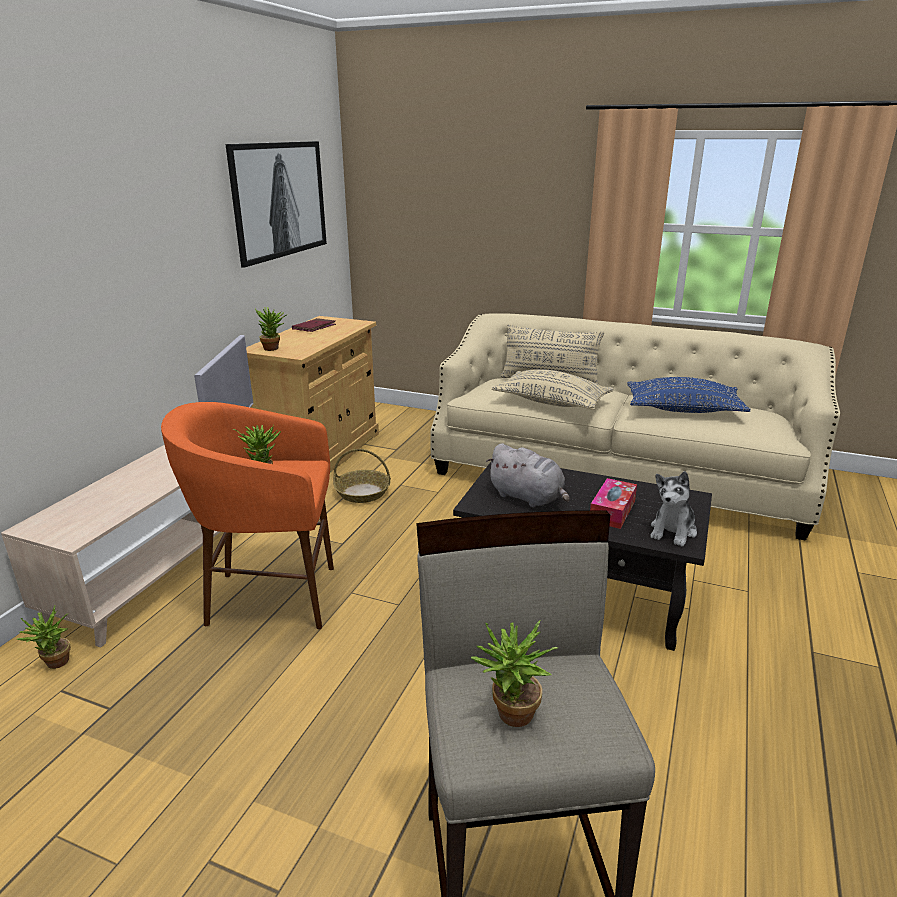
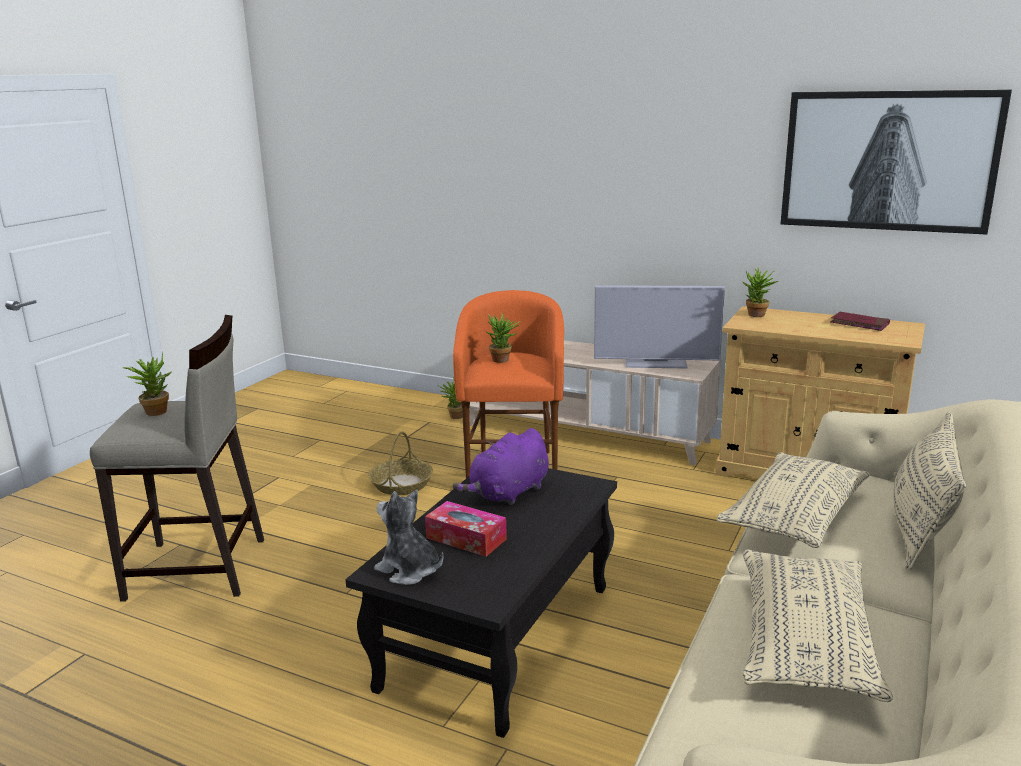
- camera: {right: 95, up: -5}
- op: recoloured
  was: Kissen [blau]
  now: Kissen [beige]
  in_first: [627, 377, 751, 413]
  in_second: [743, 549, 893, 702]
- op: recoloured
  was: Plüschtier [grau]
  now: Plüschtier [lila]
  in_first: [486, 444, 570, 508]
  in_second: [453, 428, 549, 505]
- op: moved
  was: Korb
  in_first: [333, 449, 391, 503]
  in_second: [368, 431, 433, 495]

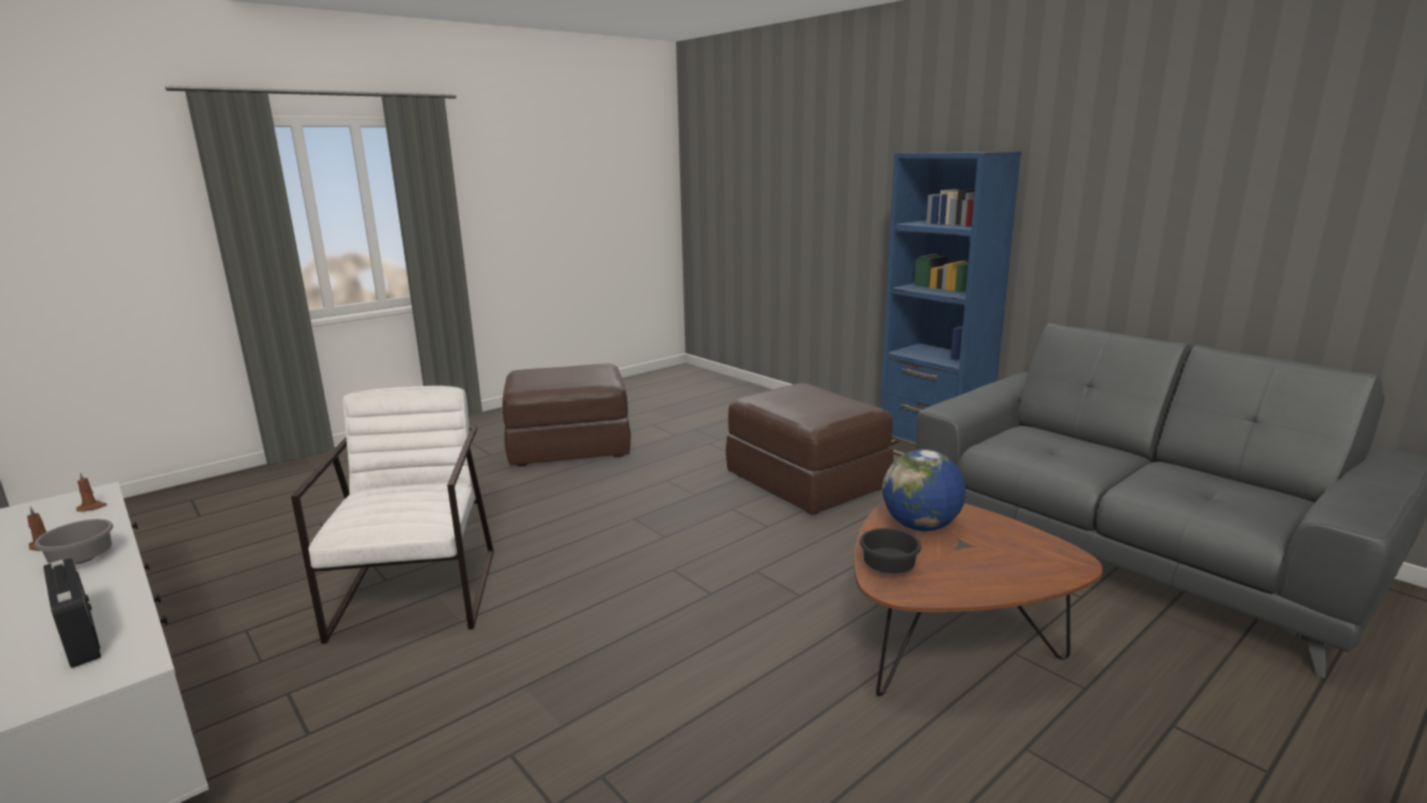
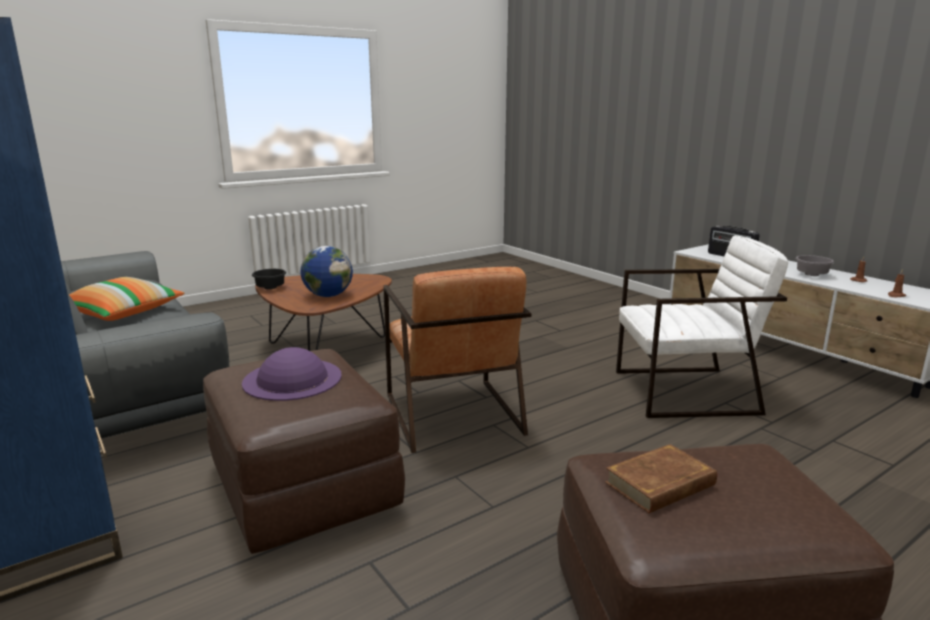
- camera: {right: -175, up: 0}
- op: turned
  was: Sessel [weiß]
  in_first: [291, 386, 494, 644]
  in_second: [616, 235, 788, 418]
  clockwise: -90
- op: moved
  was: Schüssel [schwarz]
  in_first: [860, 528, 922, 573]
  in_second: [252, 269, 286, 289]
- op: added
  now: Sessel [braun]
  in_second: [383, 267, 531, 453]
- op: added
  now: Kissen
  in_second: [69, 277, 185, 321]
- op: added
  now: Hut [lila]
  in_second: [242, 347, 342, 401]
- op: added
  now: Buch [braun]
  in_second: [605, 444, 717, 513]

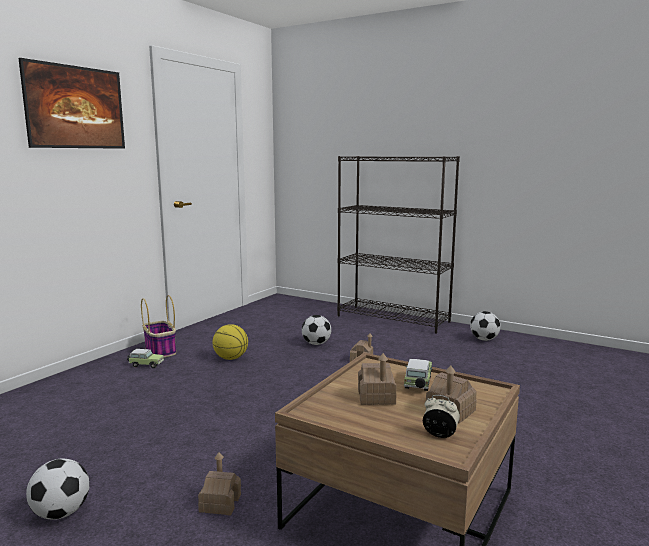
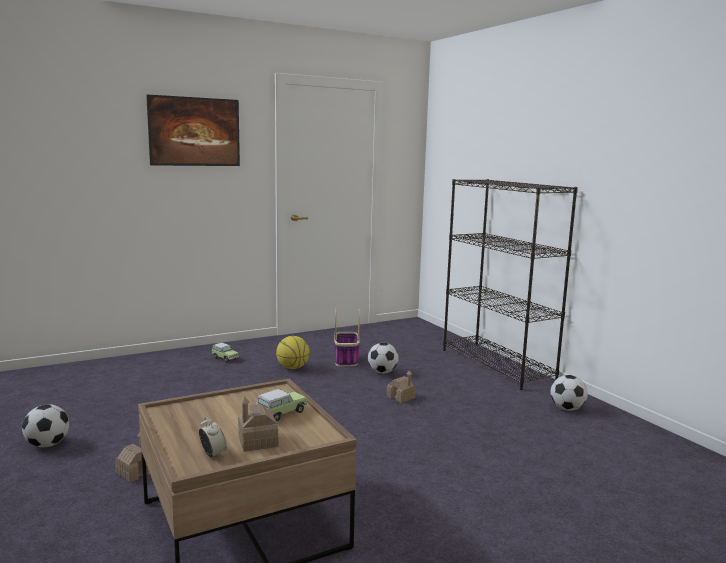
- camera: {right: 30, up: 0}
- op: moved
  was: Korb
  in_first: [141, 295, 176, 358]
  in_second: [334, 309, 360, 367]
- op: removed
  was: Spielzeughaus
  in_first: [358, 353, 396, 405]

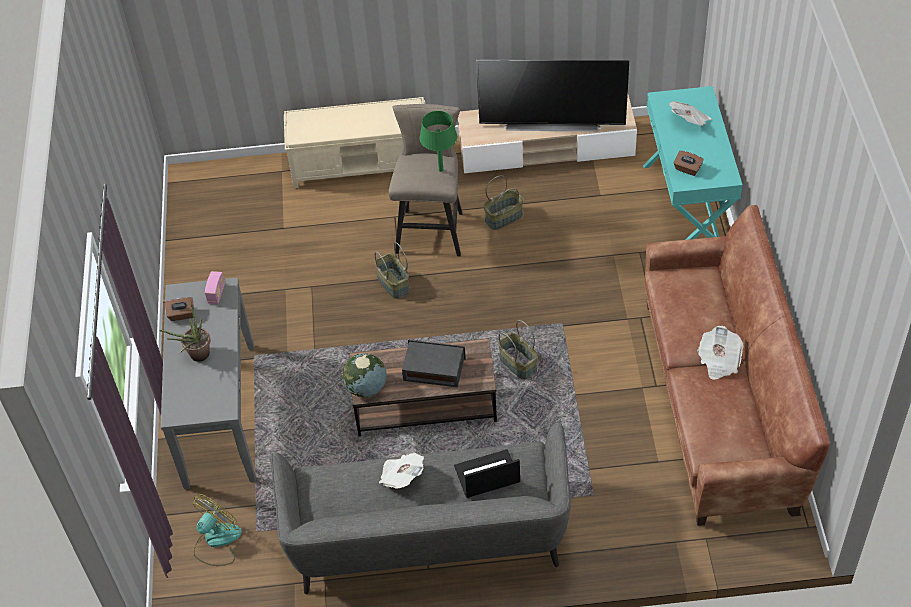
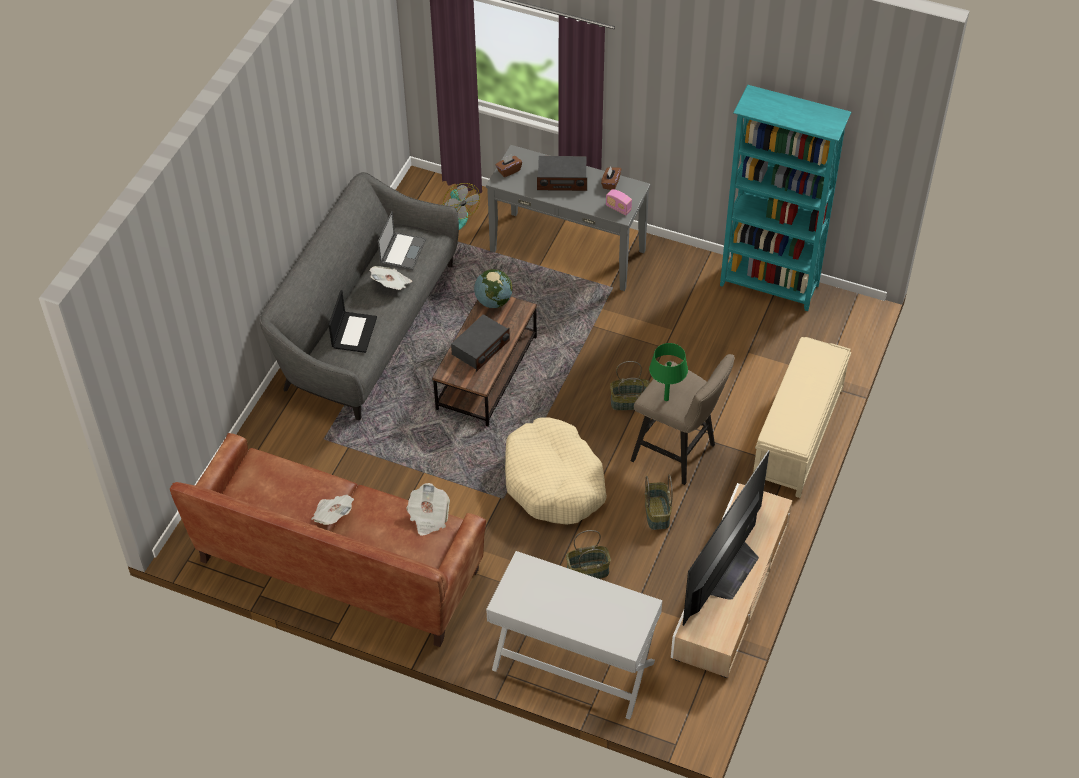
- camera: {right: 115, up: 0}
- op: recoloured
  was: Konsolentisch [türkis]
  now: Konsolentisch [weiß]
  in_first: [643, 86, 742, 240]
  in_second: [486, 551, 663, 720]
- op: moved
  was: Zeitung
  in_first: [669, 101, 711, 126]
  in_second: [407, 483, 450, 536]
- op: moved
  was: Taschentuchbox [braun]
  in_first: [674, 151, 704, 176]
  in_second: [495, 154, 522, 177]
- op: replaced
  was: Topfpflanze
  now: Radio
  in_first: [159, 302, 211, 362]
  in_second: [537, 156, 587, 191]
- op: moved
  was: Korb
  in_first: [498, 320, 538, 380]
  in_second: [566, 530, 611, 579]
- op: added
  now: Bücherregal [türkis]
  in_second: [720, 85, 851, 311]
- op: added
  now: Laptop
  in_second: [378, 211, 426, 270]
- op: added
  now: Hundebett [beige]
  in_second: [505, 417, 607, 525]

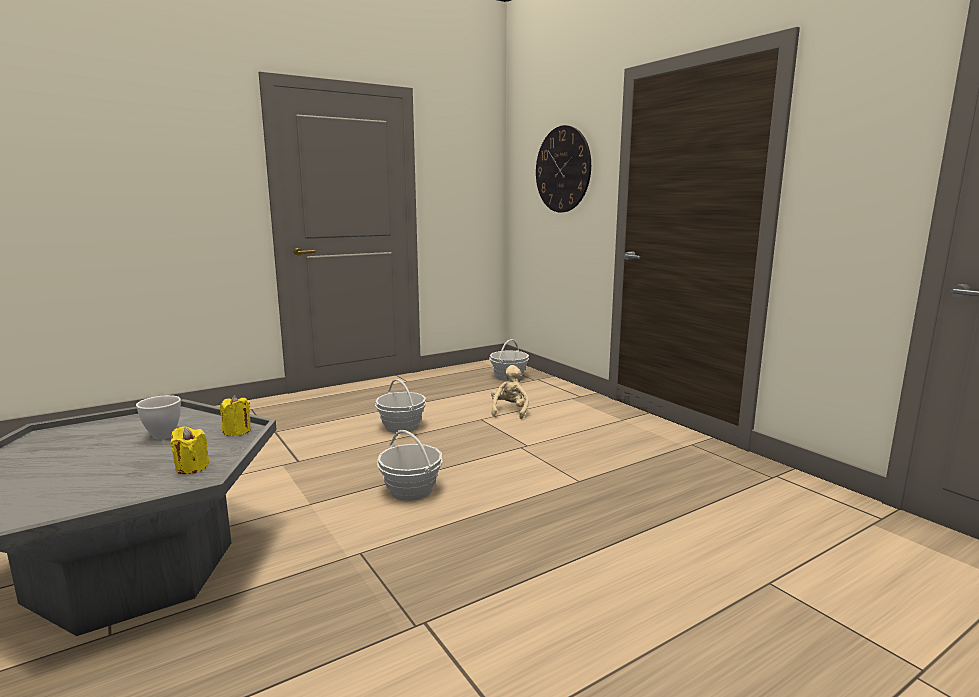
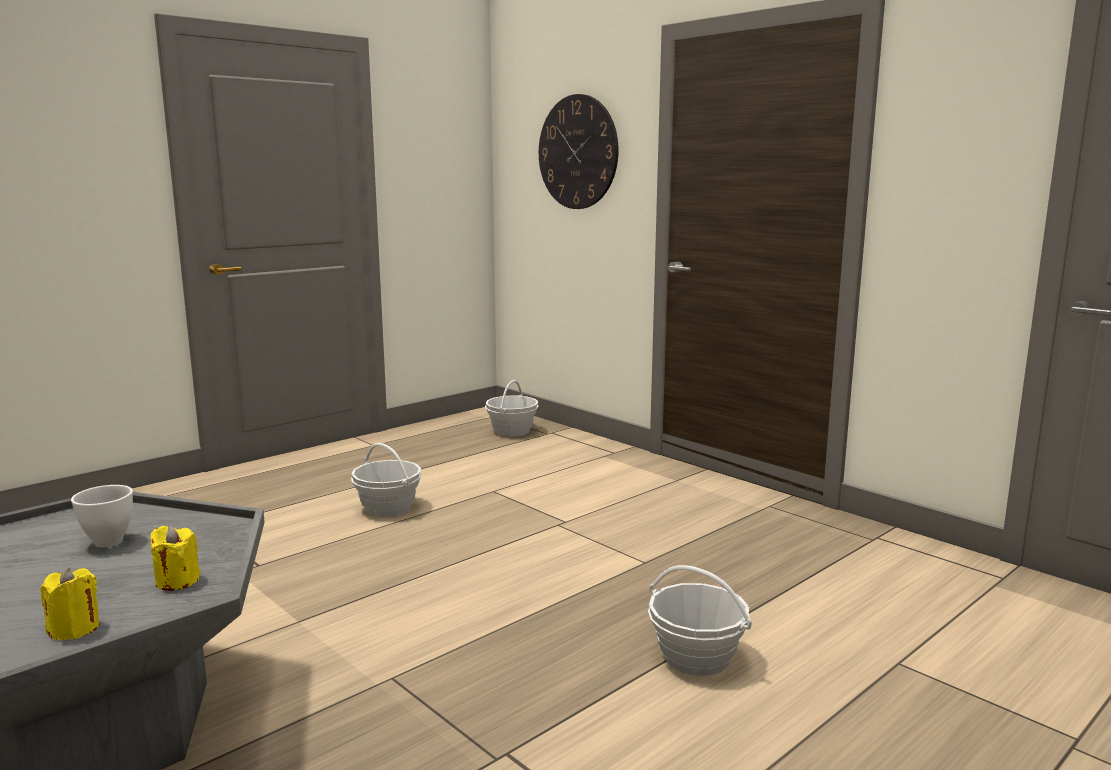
- camera: {right: -10, up: 0}
- op: removed
  was: Plüschtier [beige]
  in_first: [491, 365, 529, 419]
- op: moved
  was: Kerze [gelb]
  in_first: [220, 395, 251, 436]
  in_second: [40, 567, 99, 640]
- op: moved
  was: Korb
  in_first: [377, 430, 443, 501]
  in_second: [648, 565, 752, 676]

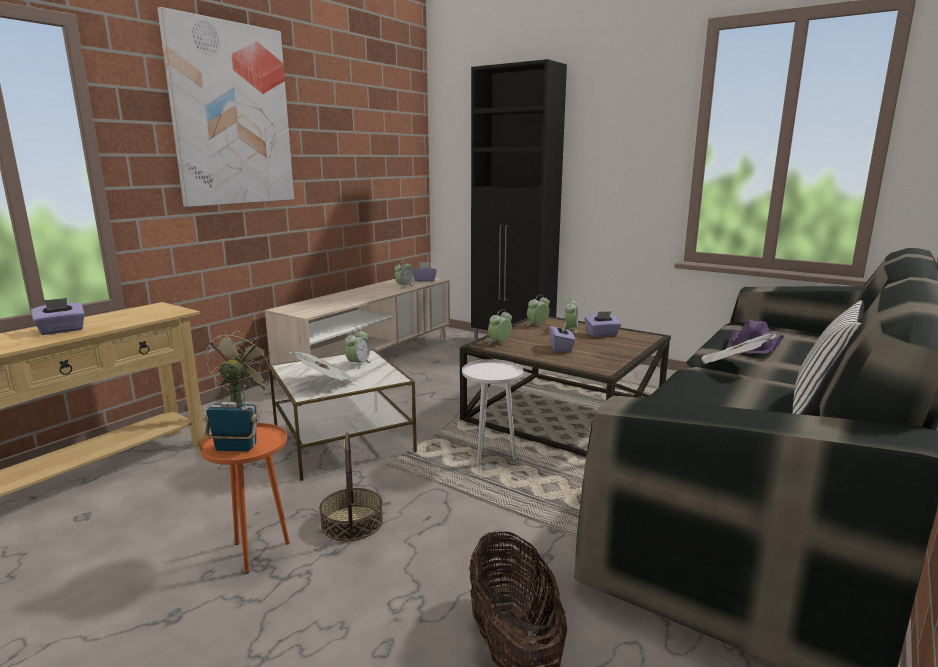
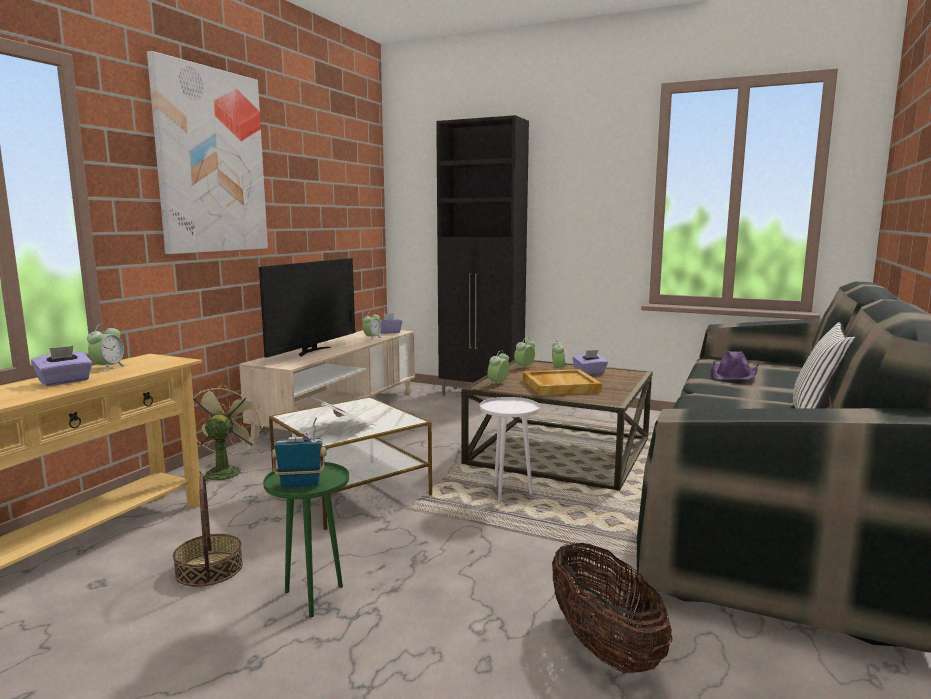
- camera: {right: -10, up: -5}
- op: replaced
  was: Taschentuchbox [lila]
  now: Tablett [beige]
  in_first: [549, 322, 575, 352]
  in_second: [523, 369, 602, 395]
- op: moved
  was: Wecker
  in_first: [345, 328, 371, 369]
  in_second: [87, 324, 127, 372]
- op: removed
  was: Zeitung
  in_first: [702, 333, 776, 364]
- op: recoloured
  was: Beistelltisch [orange]
  now: Beistelltisch [grün]
  in_first: [200, 423, 290, 574]
  in_second: [263, 462, 349, 617]
- op: moved
  was: Korb
  in_first: [319, 433, 383, 541]
  in_second: [173, 474, 243, 587]
- op: added
  now: Fernseher
  in_second: [259, 258, 355, 358]

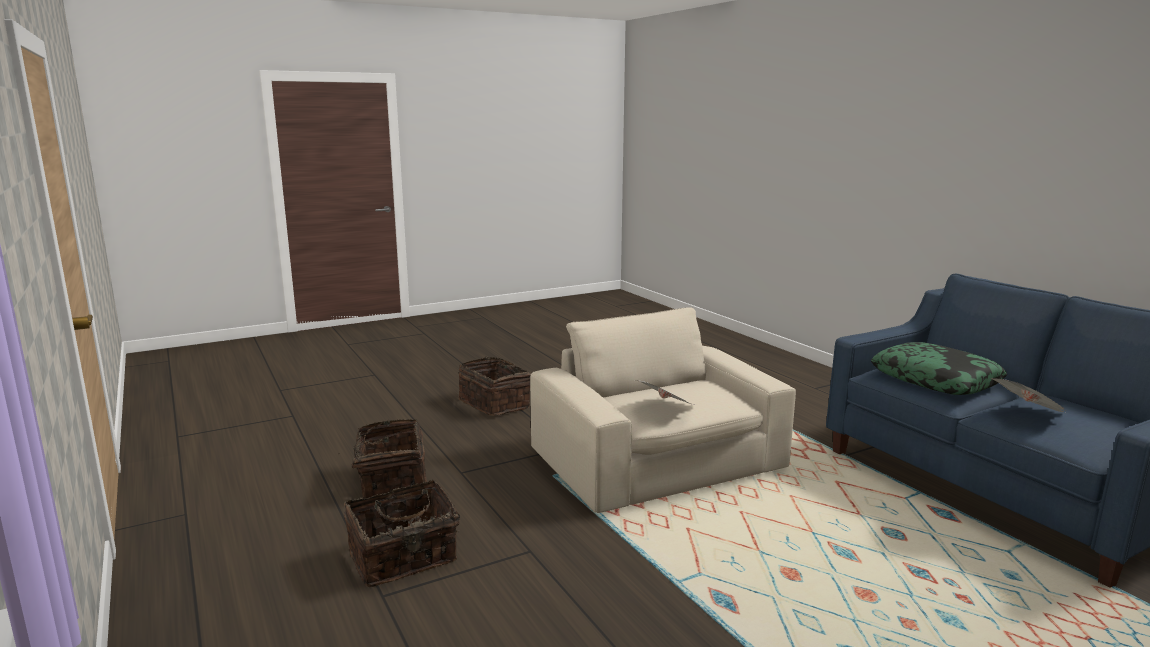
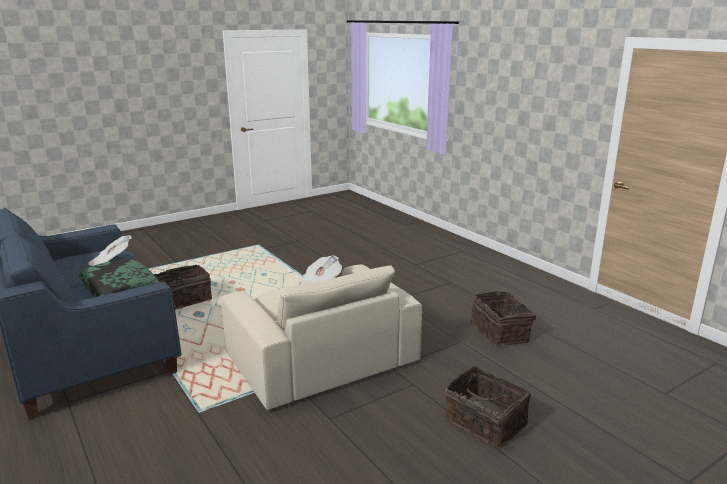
- camera: {right: 175, up: 5}
- op: moved
  was: Korb
  in_first: [344, 479, 460, 587]
  in_second: [154, 265, 212, 310]

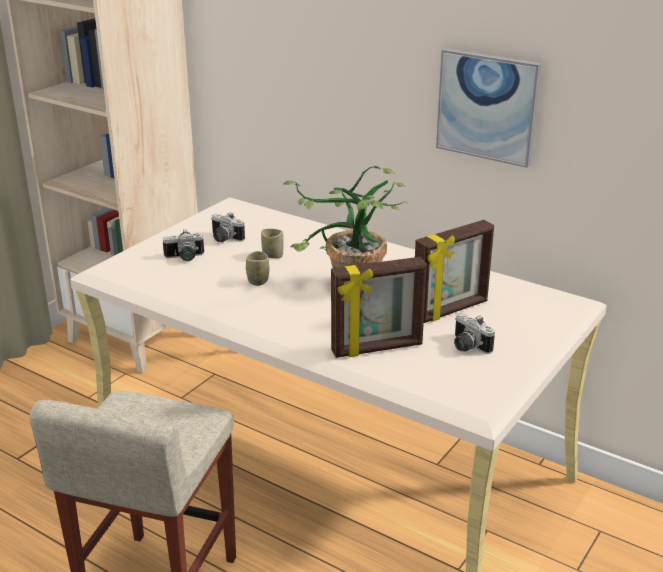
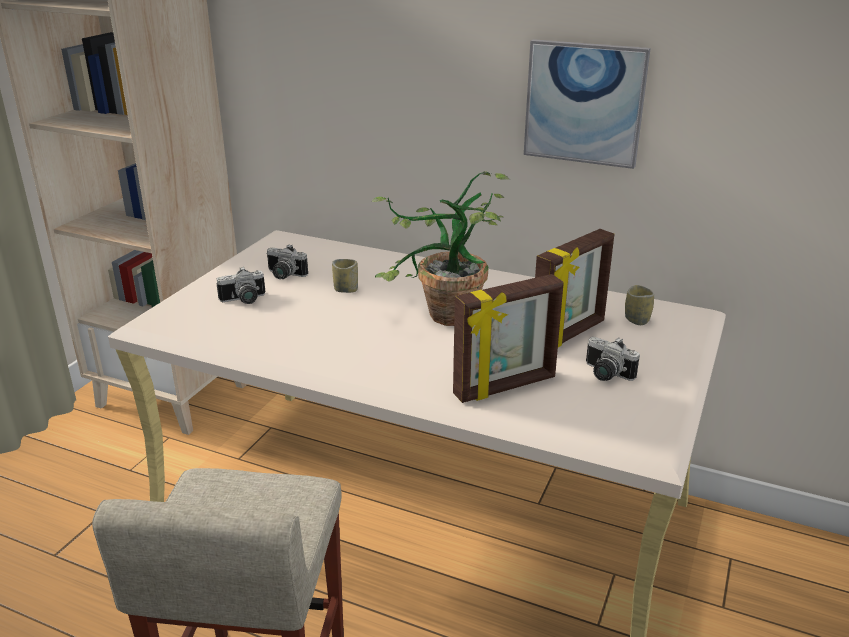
- camera: {right: -10, up: 0}
- op: moved
  was: Tasse
  in_first: [246, 251, 269, 286]
  in_second: [625, 285, 654, 325]

